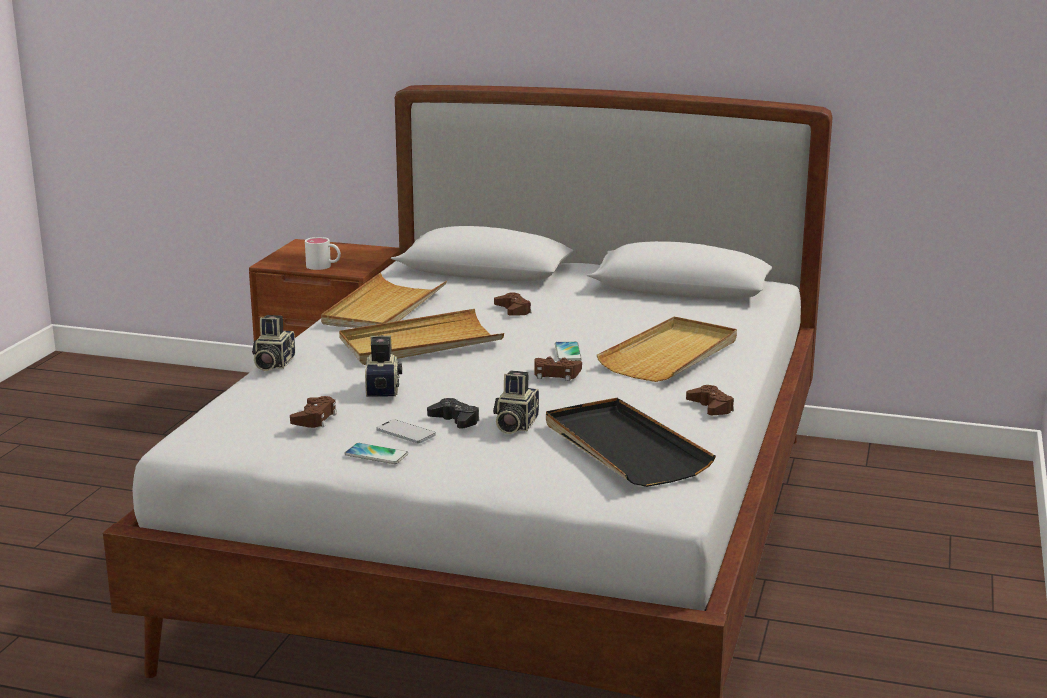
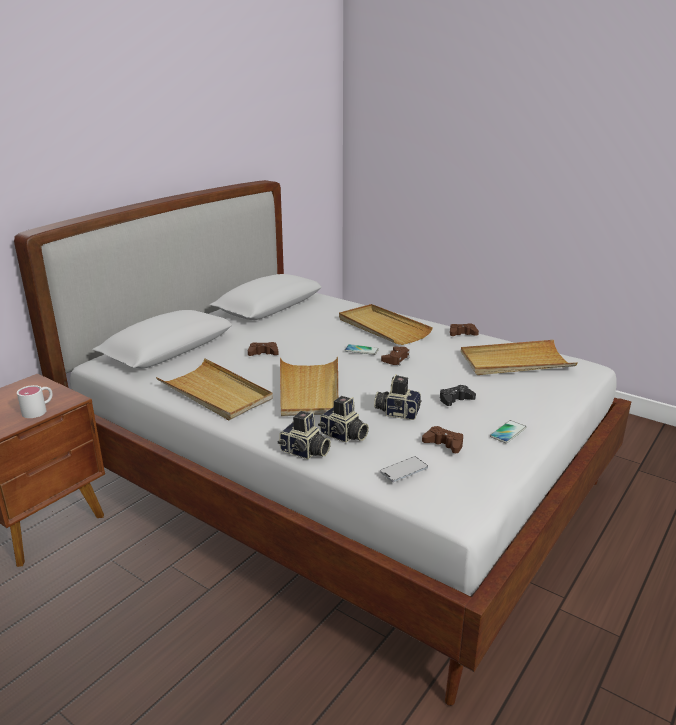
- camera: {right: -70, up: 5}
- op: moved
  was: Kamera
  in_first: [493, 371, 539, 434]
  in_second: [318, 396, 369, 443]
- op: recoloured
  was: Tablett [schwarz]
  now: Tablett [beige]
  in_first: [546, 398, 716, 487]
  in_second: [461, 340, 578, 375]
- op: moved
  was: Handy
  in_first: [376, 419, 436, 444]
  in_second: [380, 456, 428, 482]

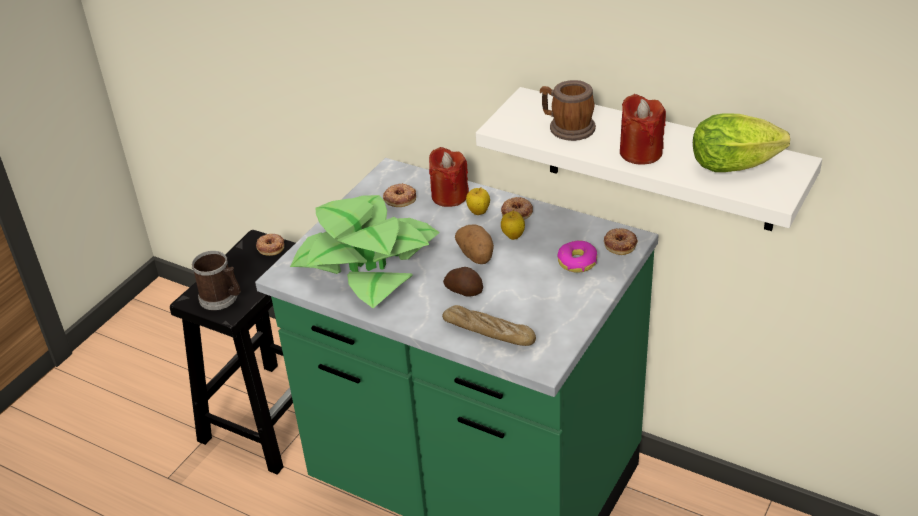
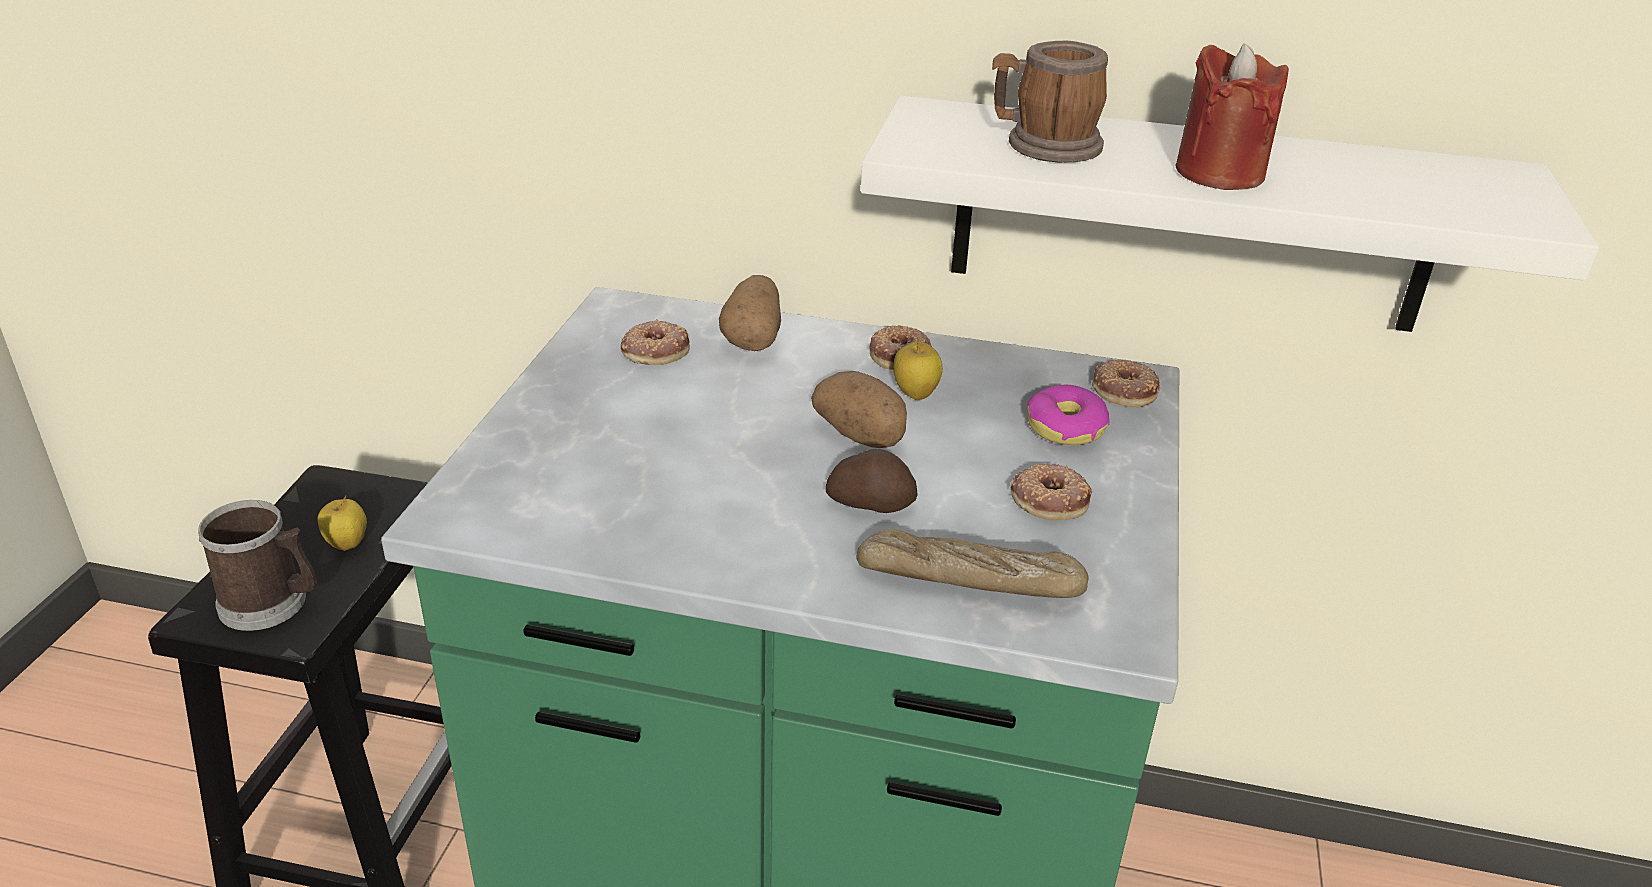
- camera: {right: -20, up: -5}
- op: removed
  was: Salatkopf
  in_first: [693, 113, 790, 172]
- op: replaced
  was: Kerze [rot]
  now: Kartoffel
  in_first: [429, 147, 469, 207]
  in_second: [719, 275, 781, 351]
- op: moved
  was: Apfel
  in_first: [466, 186, 490, 215]
  in_second: [317, 496, 367, 551]
- op: removed
  was: Topfpflanze
  in_first: [290, 195, 440, 308]
- op: moved
  was: Donut
  in_first: [256, 234, 284, 256]
  in_second: [1011, 464, 1092, 520]

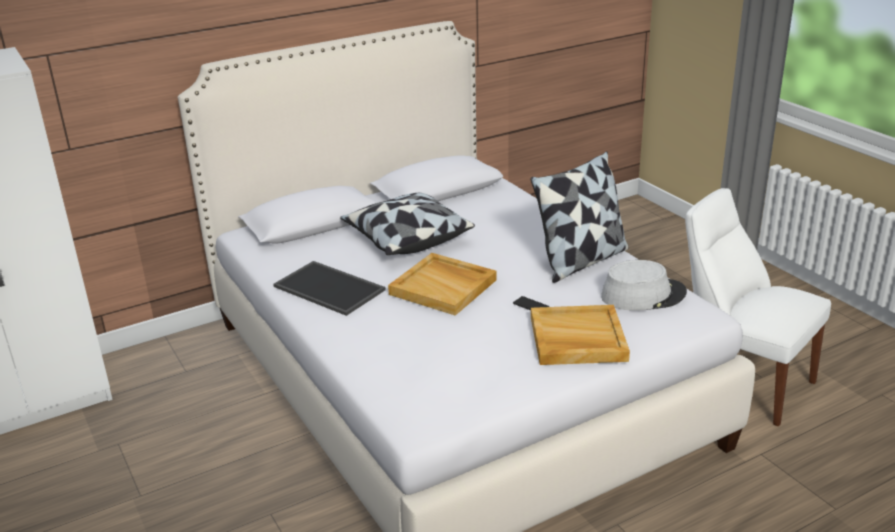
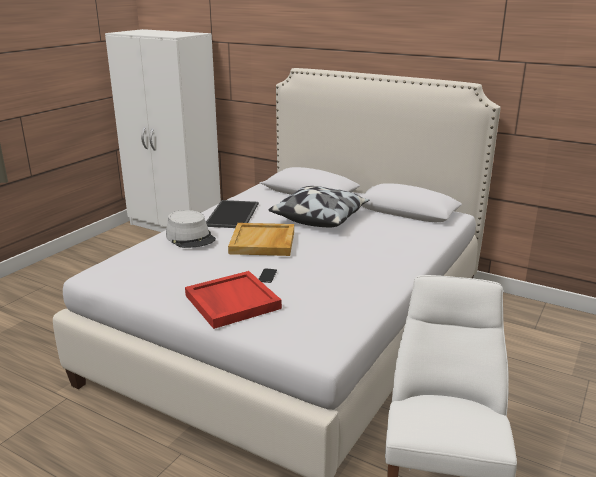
- camera: {right: 60, up: -5}
- op: removed
  was: Kissen
  in_first: [531, 151, 629, 283]
- op: moved
  was: Hut [grau]
  in_first: [601, 260, 687, 311]
  in_second: [166, 210, 216, 248]
- op: recoloured
  was: Tablett [beige]
  now: Tablett [rot]
  in_first: [531, 305, 630, 365]
  in_second: [185, 271, 282, 329]

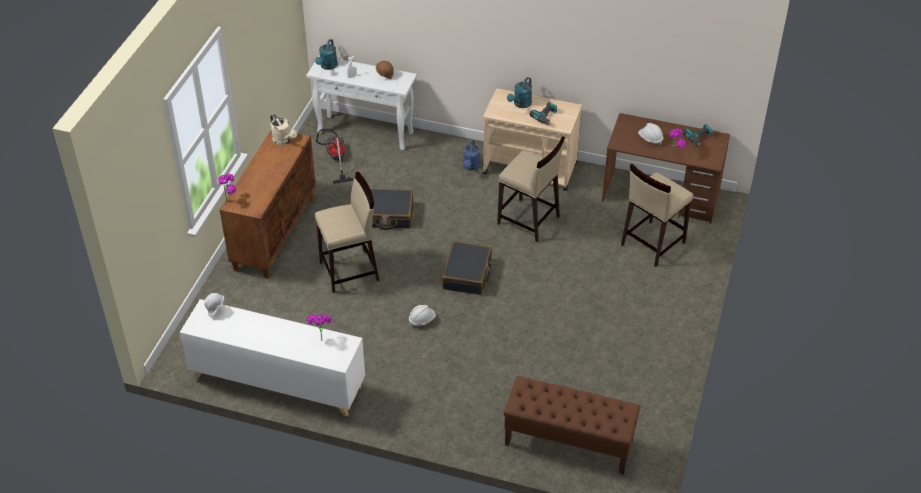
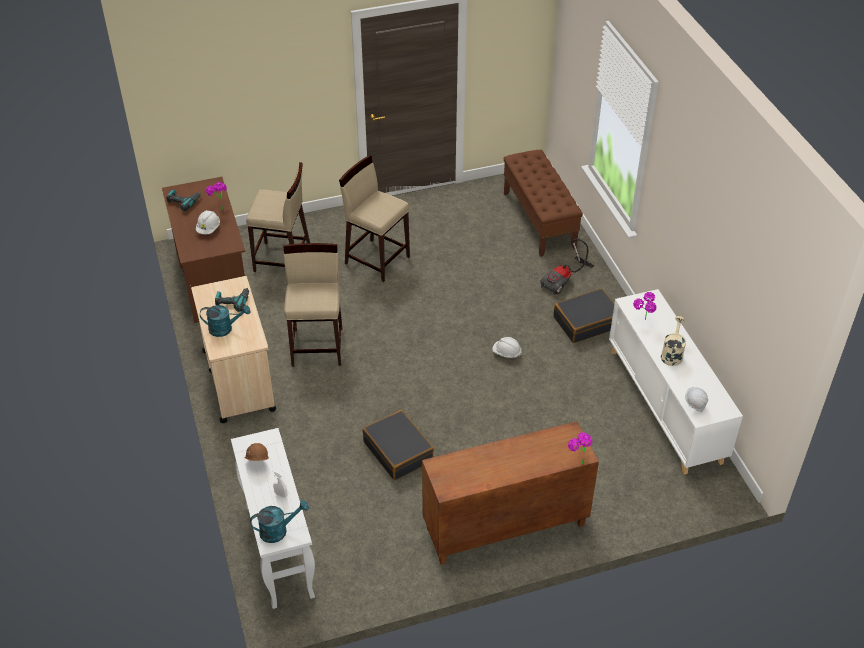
- camera: {right: -125, up: 0}
- op: moved
  was: Gießkanne [beige]
  in_first: [270, 114, 297, 145]
  in_second: [661, 316, 686, 366]
- op: moved
  was: Staubsauger
  in_first: [316, 128, 354, 184]
  in_second: [540, 239, 594, 295]
- op: removed
  was: Gießkanne [blau]
  in_first: [463, 140, 480, 171]
- op: moved
  was: Hocker [beige]
  in_first: [315, 172, 379, 293]
  in_second: [339, 155, 410, 282]
- op: moved
  was: Koffer [schwarz]
  in_first: [442, 241, 492, 295]
  in_second: [553, 289, 614, 343]

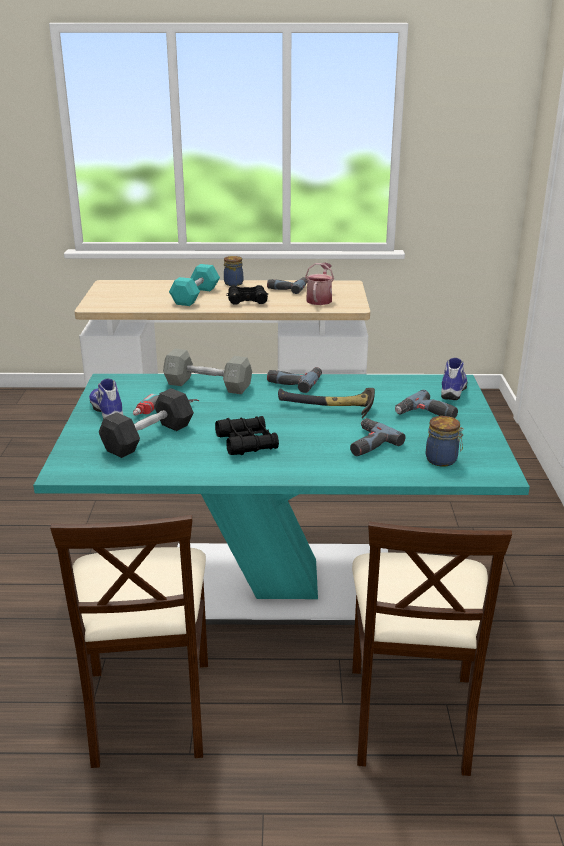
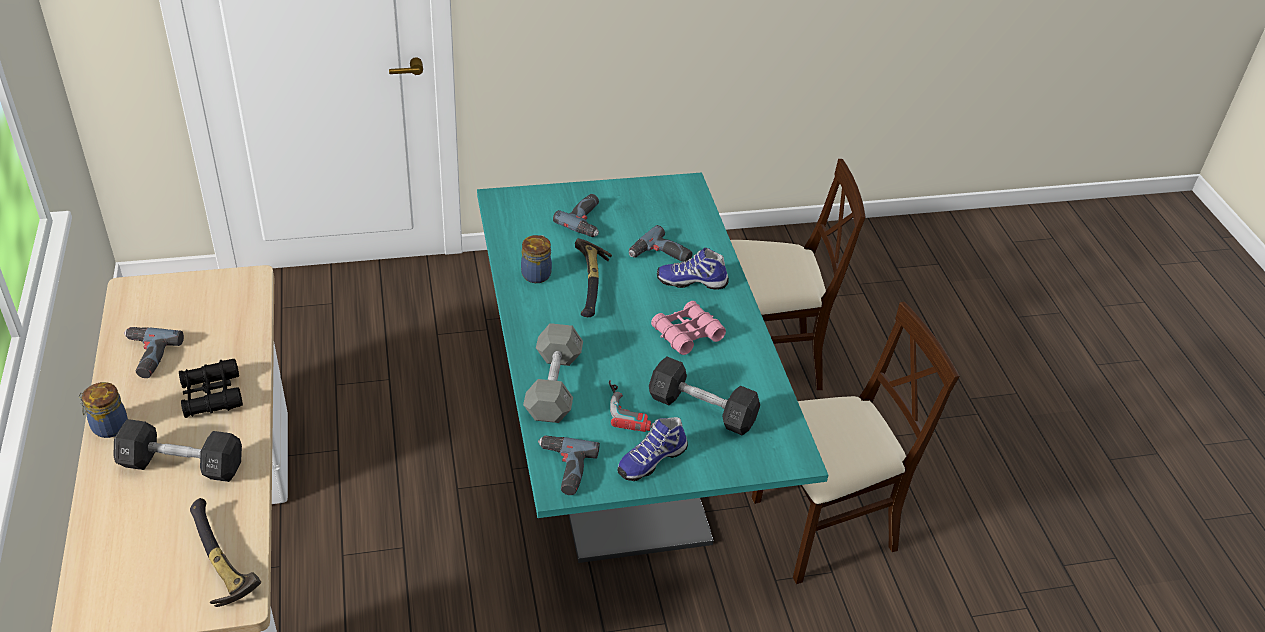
- camera: {right: -105, up: 15}
- op: removed
  was: Gießkanne
  in_first: [305, 263, 334, 305]
- op: recoloured
  was: Hantel [türkis]
  now: Hantel [schwarz]
  in_first: [169, 264, 220, 306]
  in_second: [113, 419, 242, 482]
- op: moved
  was: Schuh
  in_first: [441, 358, 467, 400]
  in_second: [657, 247, 729, 290]
- op: moved
  was: Bohrmaschine
  in_first: [267, 367, 322, 393]
  in_second: [538, 435, 600, 495]
- op: recoloured
  was: Fernglas [schwarz]
  now: Fernglas [rosa]
  in_first: [215, 416, 279, 455]
  in_second: [651, 301, 726, 355]
- op: moved
  was: Vorratsglas
  in_first: [426, 416, 464, 466]
  in_second: [521, 235, 552, 283]
- op: added
  now: Hammer
  in_second: [190, 498, 261, 607]

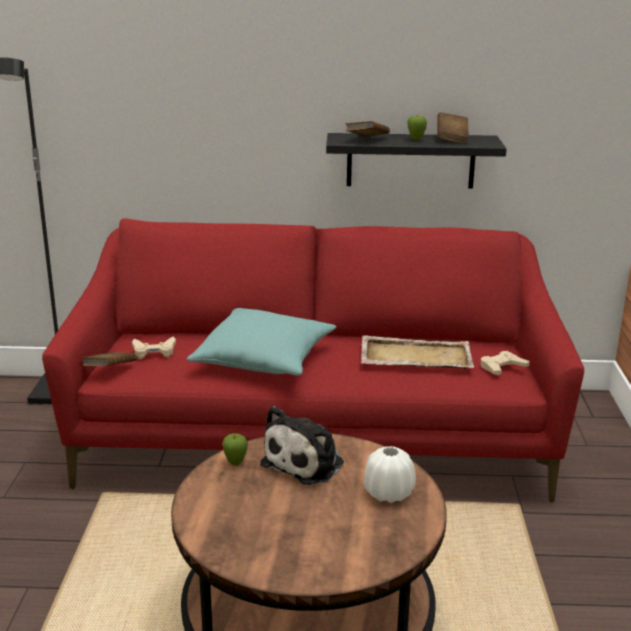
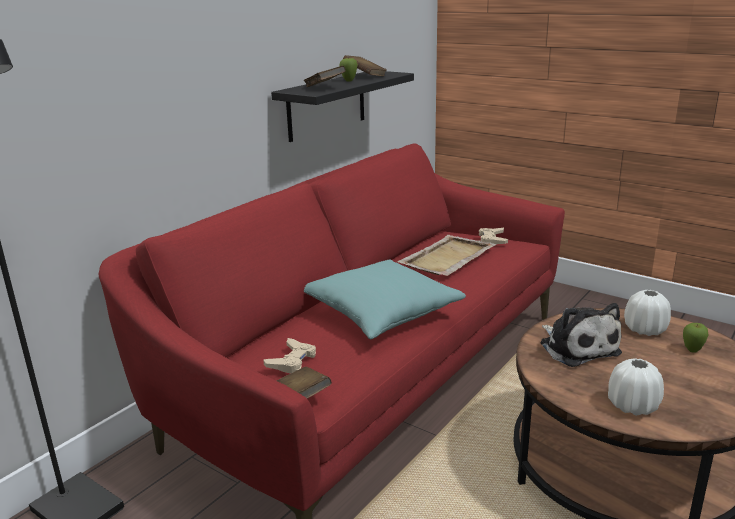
- camera: {right: -55, up: 0}
- op: moved
  was: Apfel
  in_first: [222, 433, 248, 466]
  in_second: [683, 323, 708, 353]
- op: added
  now: Vase [weiß]
  in_second: [608, 358, 664, 416]

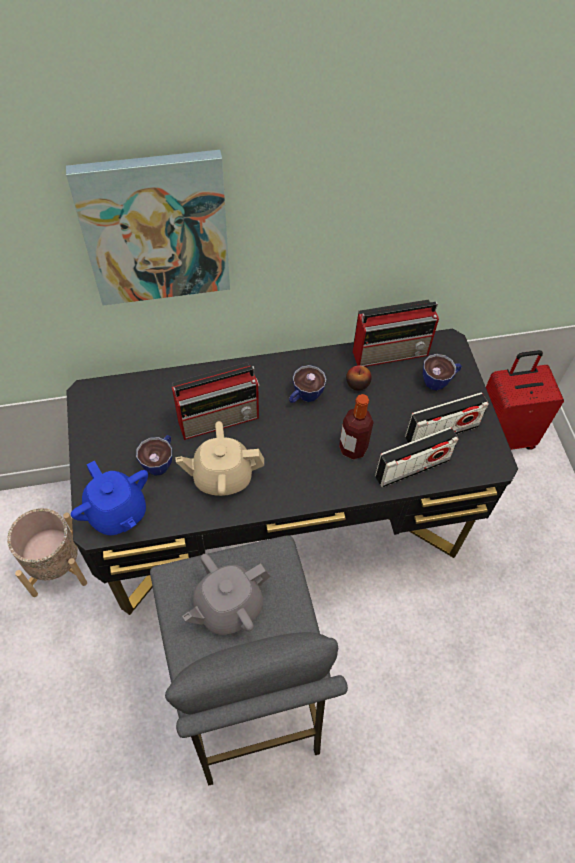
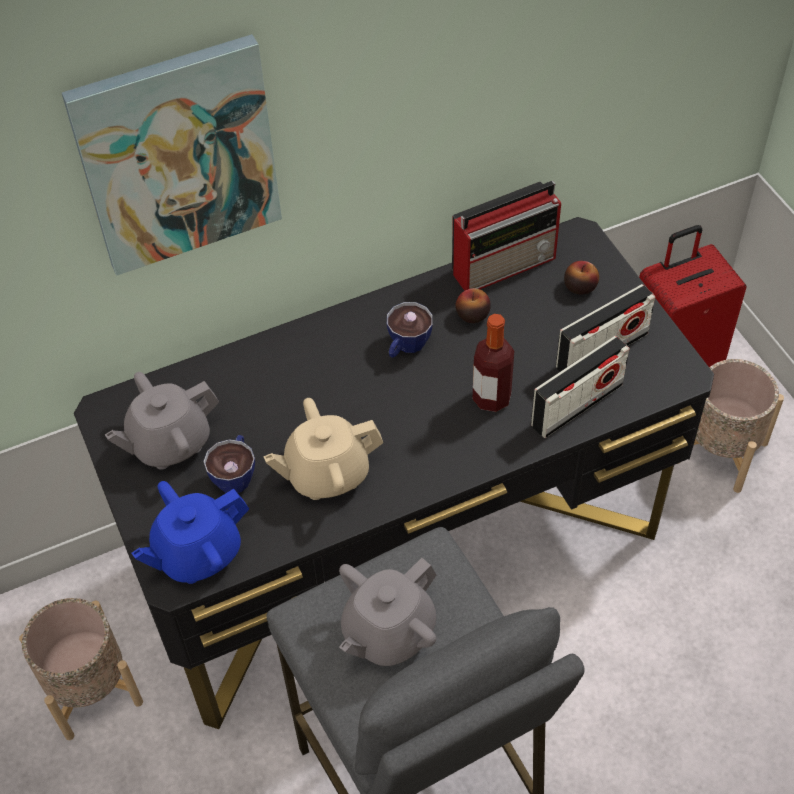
- camera: {right: -10, up: -5}
- op: replaced
  was: Tasse
  now: Apfel
  in_first: [423, 354, 462, 390]
  in_second: [564, 261, 599, 294]
- op: removed
  was: Radio
  in_first: [172, 363, 260, 440]
- op: turned
  was: Teekanne [blau]
  in_first: [71, 460, 148, 535]
  in_second: [131, 481, 249, 584]
  clockwise: 105
- op: added
  now: Pflanzkübel [beige]
  in_second: [678, 359, 784, 493]
- op: added
  now: Teekanne [grau]
  in_second: [105, 372, 219, 470]

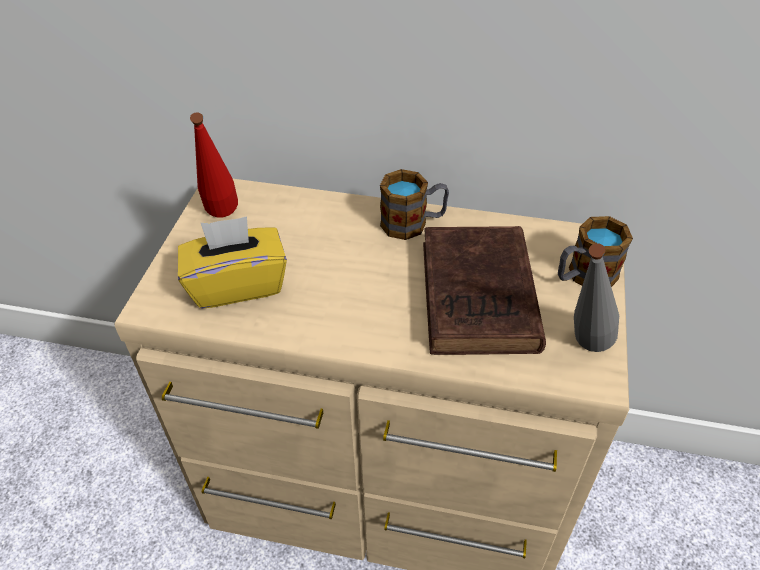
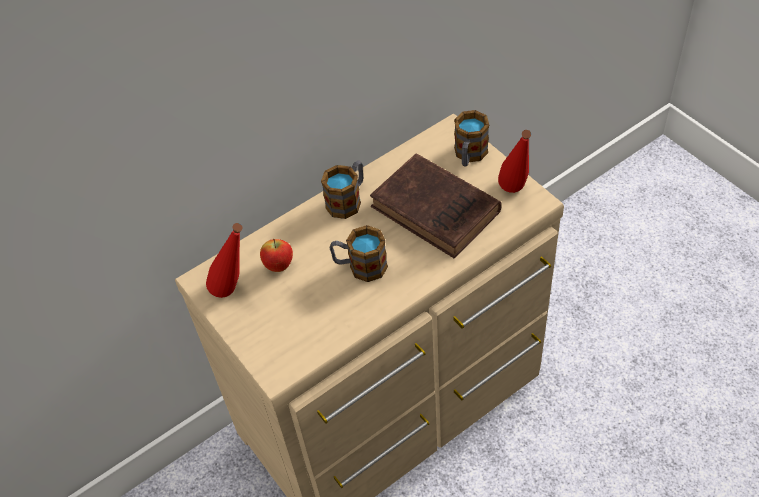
- camera: {right: -45, up: 5}
- op: removed
  was: Taschentuchbox [gelb]
  in_first: [178, 216, 287, 309]
- op: recoloured
  was: Flasche [grau]
  now: Flasche [rot]
  in_first: [574, 243, 619, 352]
  in_second: [498, 130, 531, 193]
- op: added
  now: Henkelbecher
  in_second: [330, 225, 388, 282]
- op: added
  now: Apfel
  in_second: [260, 239, 293, 272]

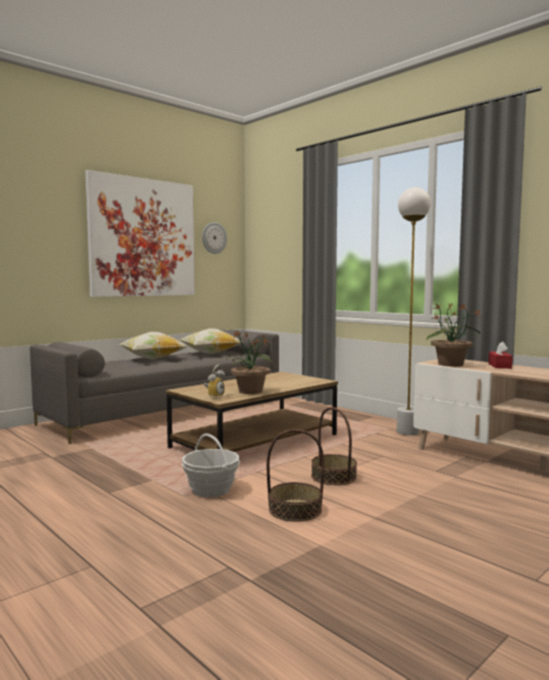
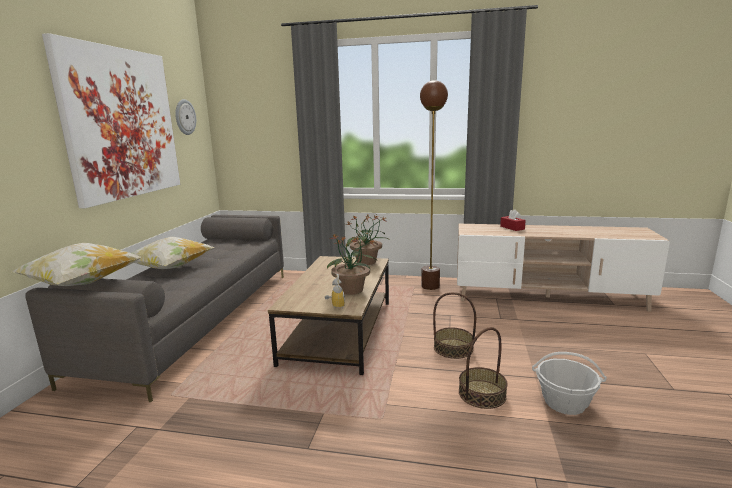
- camera: {right: -35, up: 10}
- op: recoloured
  was: Stehlampe [weiß]
  now: Stehlampe [braun]
  in_first: [397, 187, 431, 436]
  in_second: [420, 80, 448, 290]
- op: moved
  was: Topfpflanze
  in_first: [427, 304, 480, 367]
  in_second: [347, 214, 388, 265]
- op: moved
  was: Kissen
  in_first: [180, 328, 243, 354]
  in_second: [12, 243, 142, 286]
- op: moved
  was: Korb
  in_first: [182, 433, 240, 497]
  in_second: [532, 352, 607, 415]

